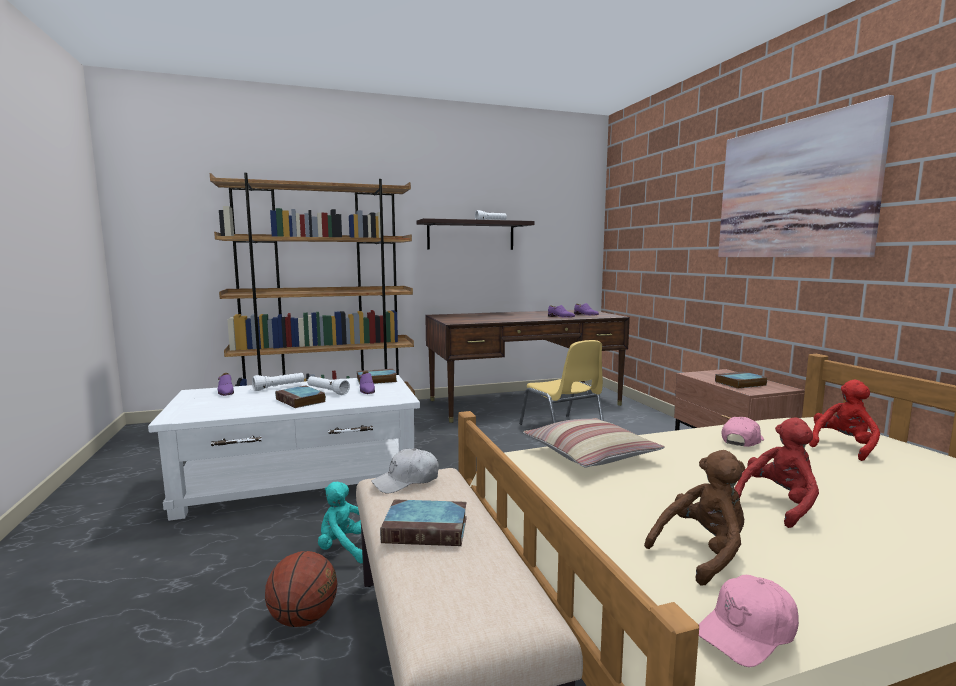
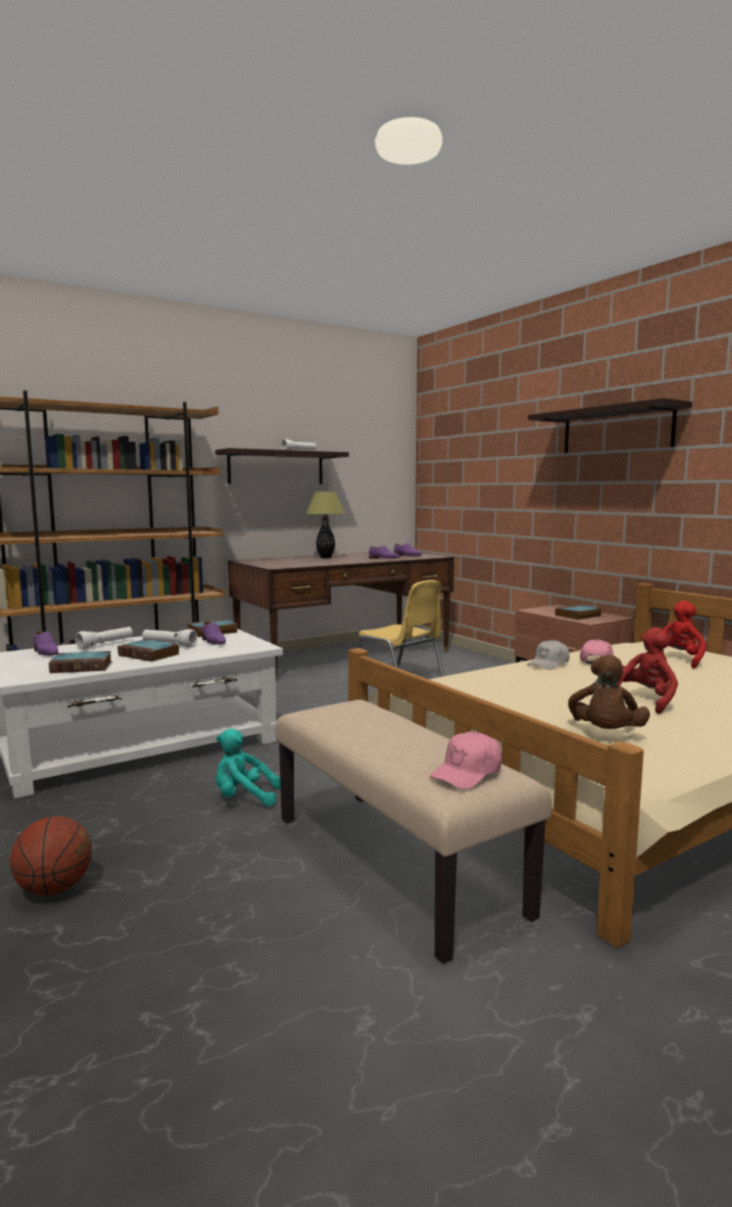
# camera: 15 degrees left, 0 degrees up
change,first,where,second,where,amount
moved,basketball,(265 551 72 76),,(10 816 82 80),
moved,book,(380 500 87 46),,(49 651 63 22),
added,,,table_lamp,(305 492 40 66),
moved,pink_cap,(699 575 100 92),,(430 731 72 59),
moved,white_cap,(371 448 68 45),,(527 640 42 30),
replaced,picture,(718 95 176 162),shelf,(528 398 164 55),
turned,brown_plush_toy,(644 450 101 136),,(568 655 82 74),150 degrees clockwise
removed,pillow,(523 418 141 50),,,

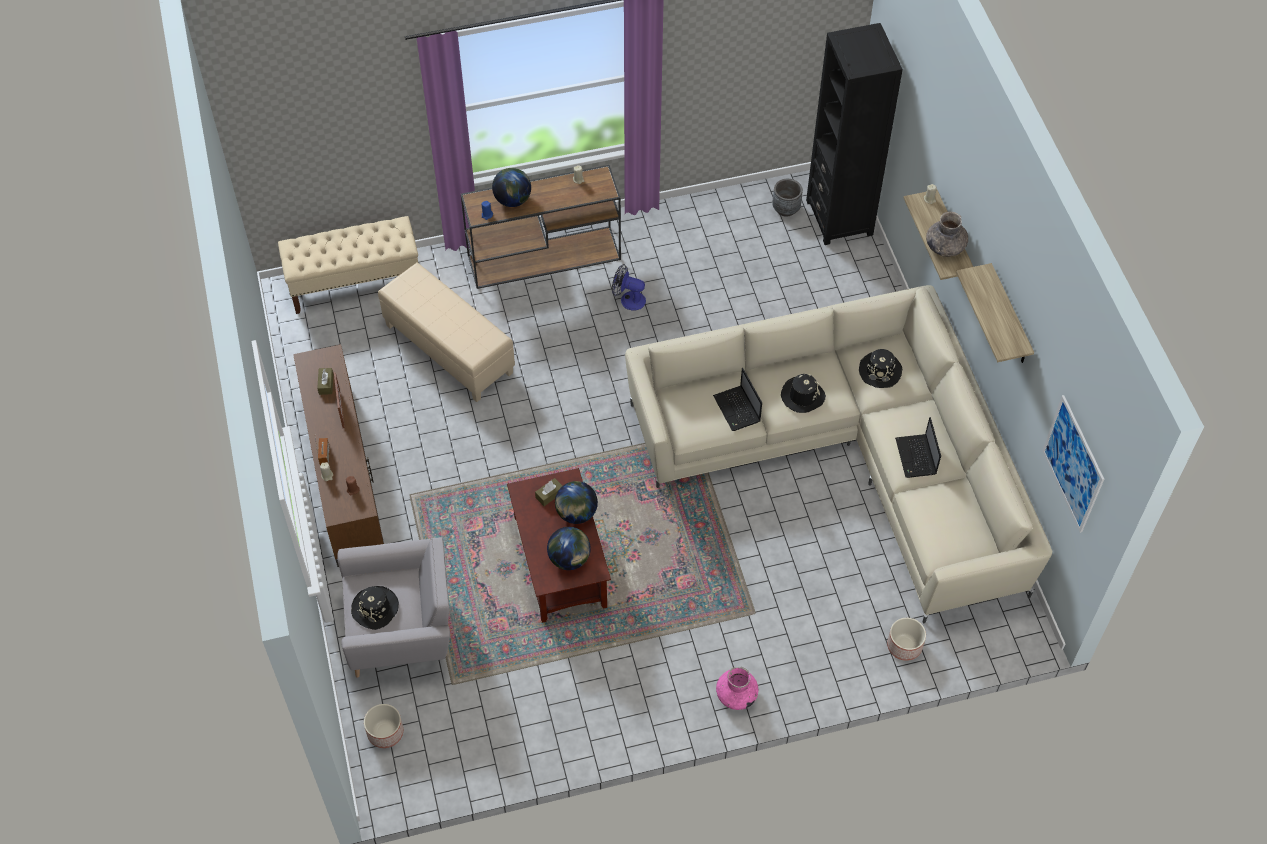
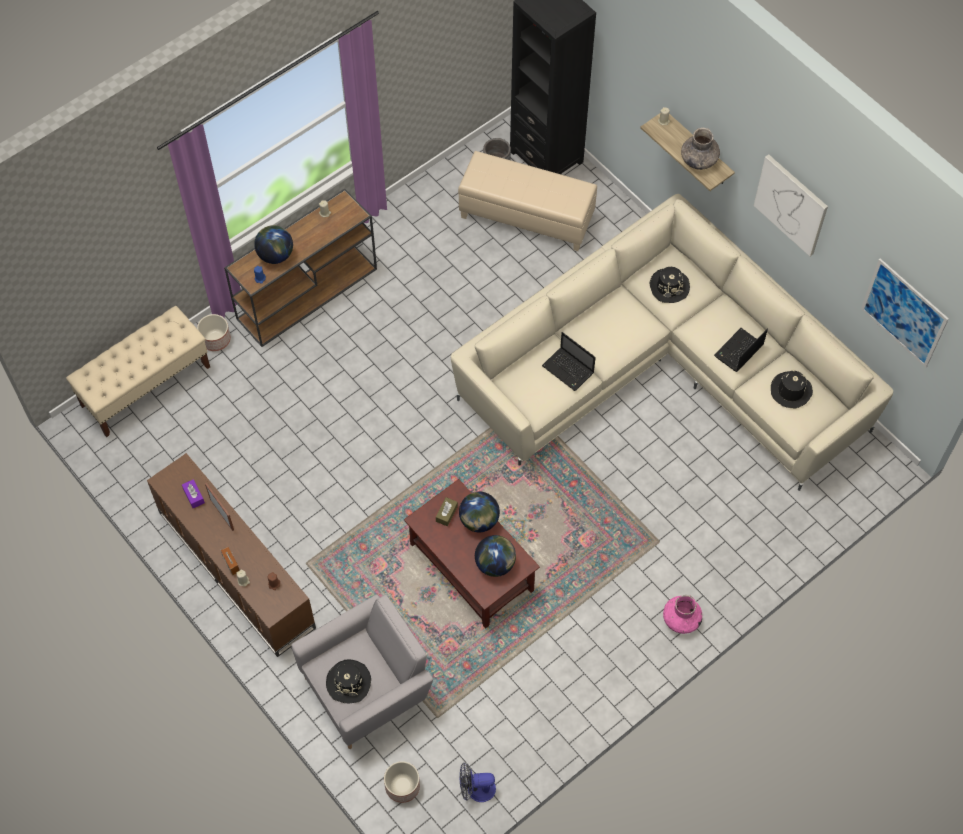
# camera: 25 degrees left, 5 degrees up
change,first,where,second,where,amount
recoloured,brown_tissue_box,(317 368 16 27),purple_tissue_box,(182 479 23 29),
moved,planter,(887 618 39 43),,(197 314 34 37),
moved,beige_ottoman,(378 262 137 140),,(458 151 139 100),
moved,fan,(612 264 34 46),,(459 763 37 39),
turned,laptop,(895 417 46 61),,(714 328 54 44),75 degrees clockwise
replaced,shelf,(956 263 78 100),picture,(753 154 75 102),
moved,black_hat,(781 374 45 39),,(771 369 42 39),

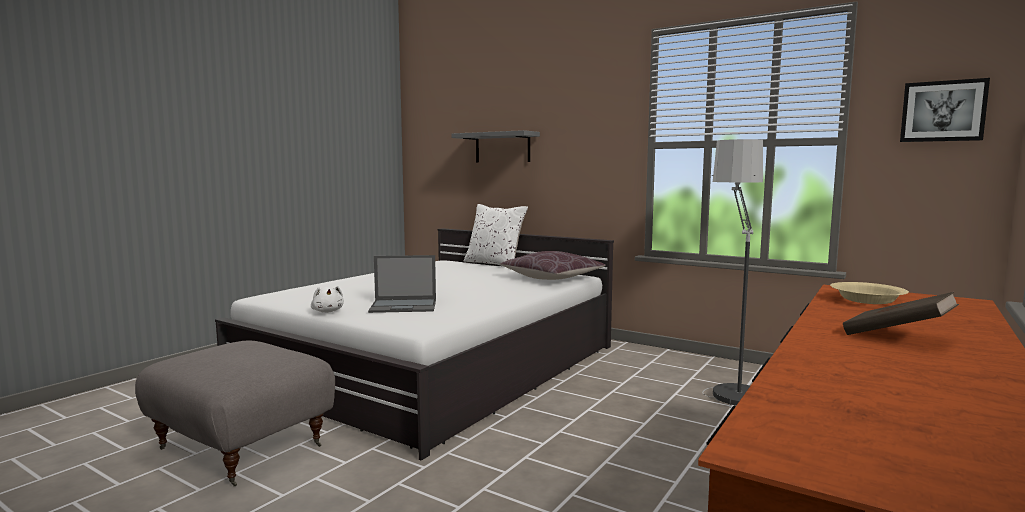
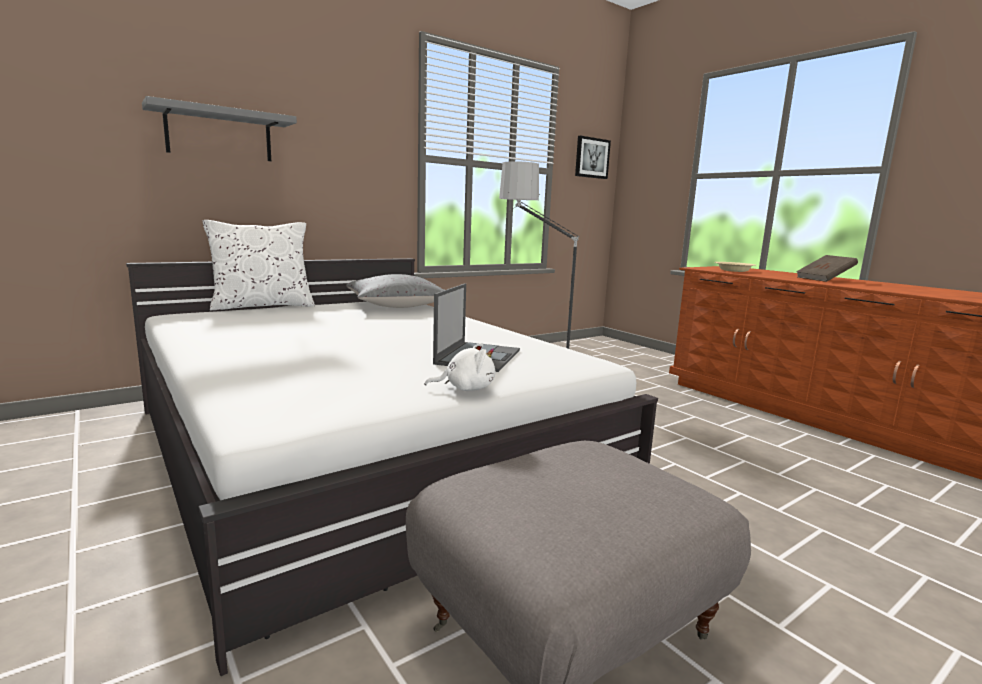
# camera: 70 degrees left, 5 degrees up
change,first,where,second,where,amount
recoloured,brown_pillow,(500 251 105 29),grey_pillow,(346 274 98 34),

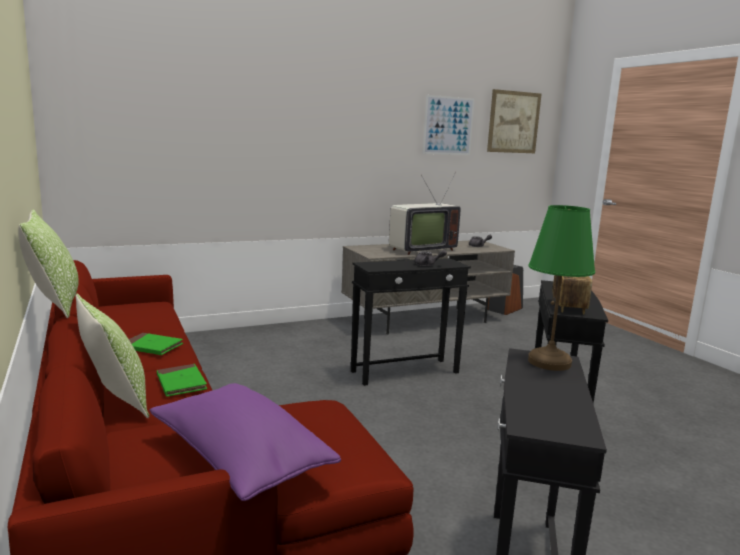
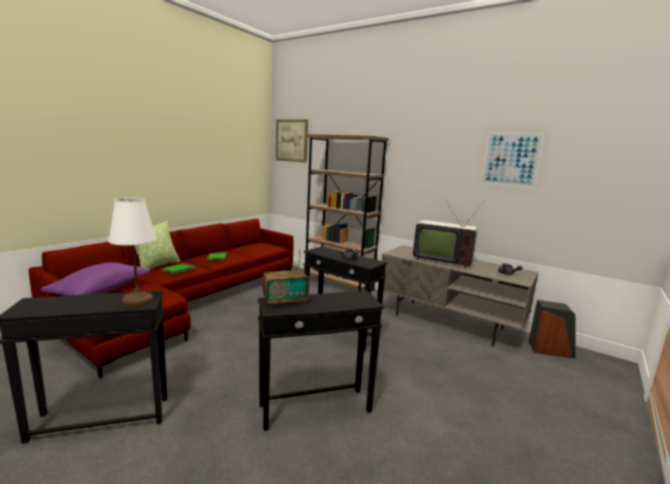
# camera: 60 degrees right, 0 degrees up
change,first,where,second,where,amount
recoloured,green_table_lamp,(528 205 67 166),white_table_lamp,(108 198 48 109),
moved,picture,(487 89 55 64),,(276 119 32 44),
added,,,brown_bookcase,(306 134 83 157),
removed,pillow,(18 209 61 109),,,

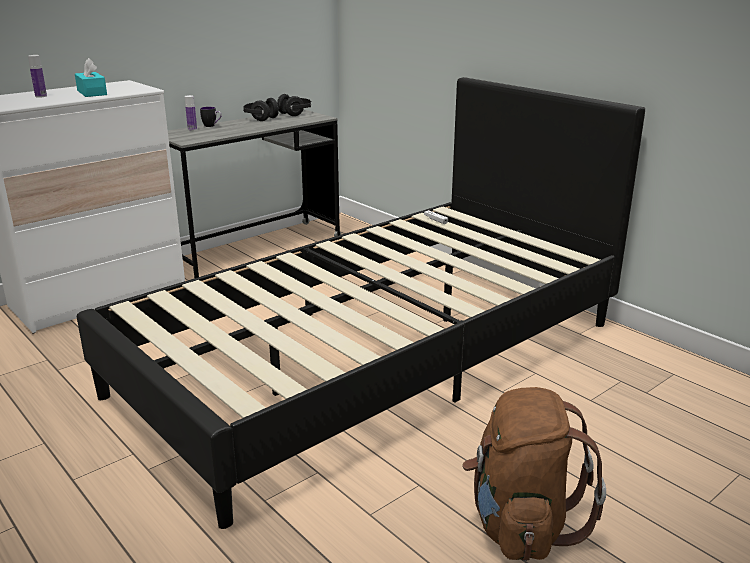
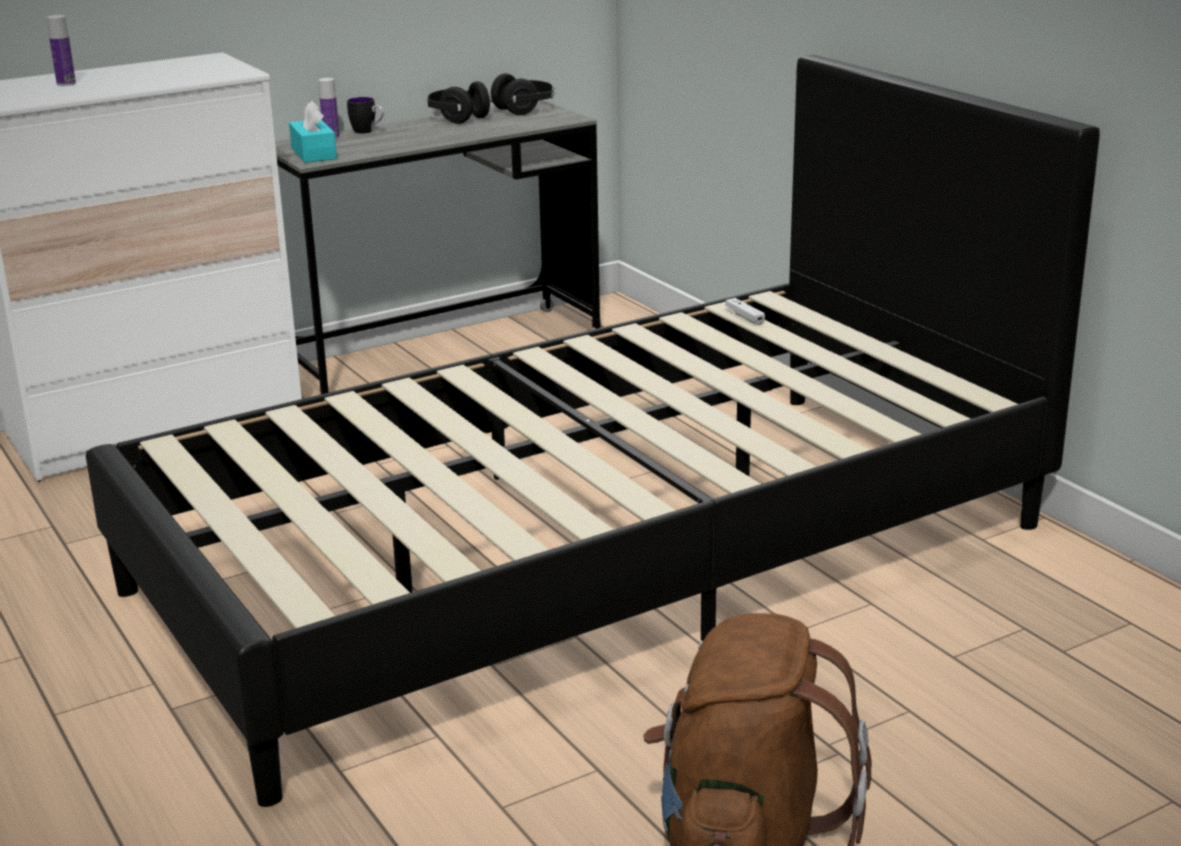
# camera: 10 degrees right, 0 degrees up
change,first,where,second,where,amount
moved,turquoise_tissue_box,(75 58 32 39),,(289 101 48 62),

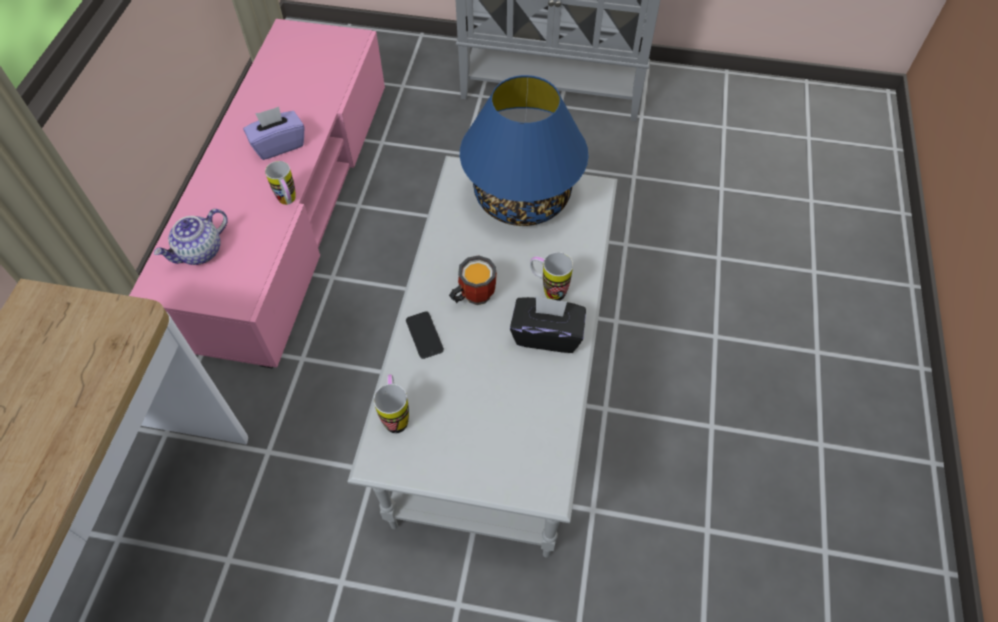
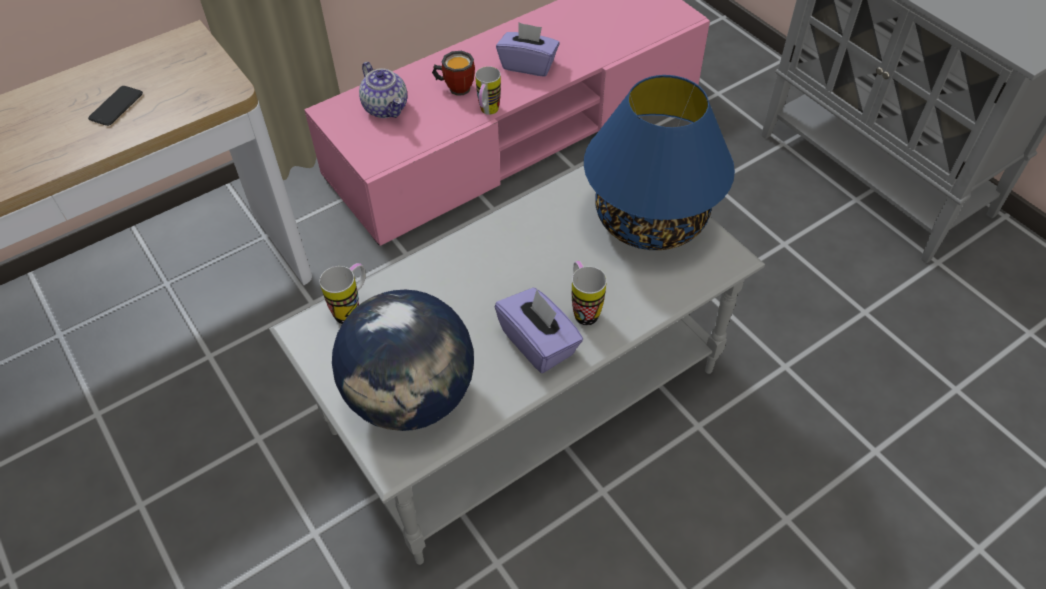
# camera: 45 degrees right, 5 degrees down
change,first,where,second,where,amount
moved,phone,(406 311 38 48),,(88 86 55 40),
added,,,globe,(332 290 142 141),
turned,teapot,(154 209 74 56),,(359 62 48 56),120 degrees counterclockwise
moved,mug,(449 255 48 50),,(432 51 43 45),
recoloured,black_tissue_box,(510 296 76 57),purple_tissue_box,(494 287 89 86),

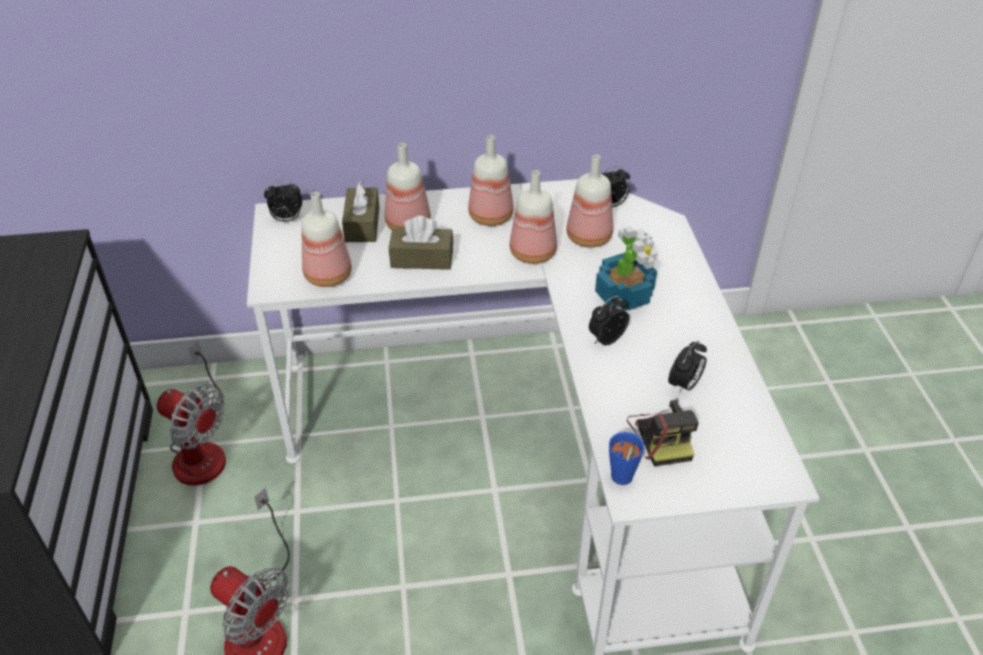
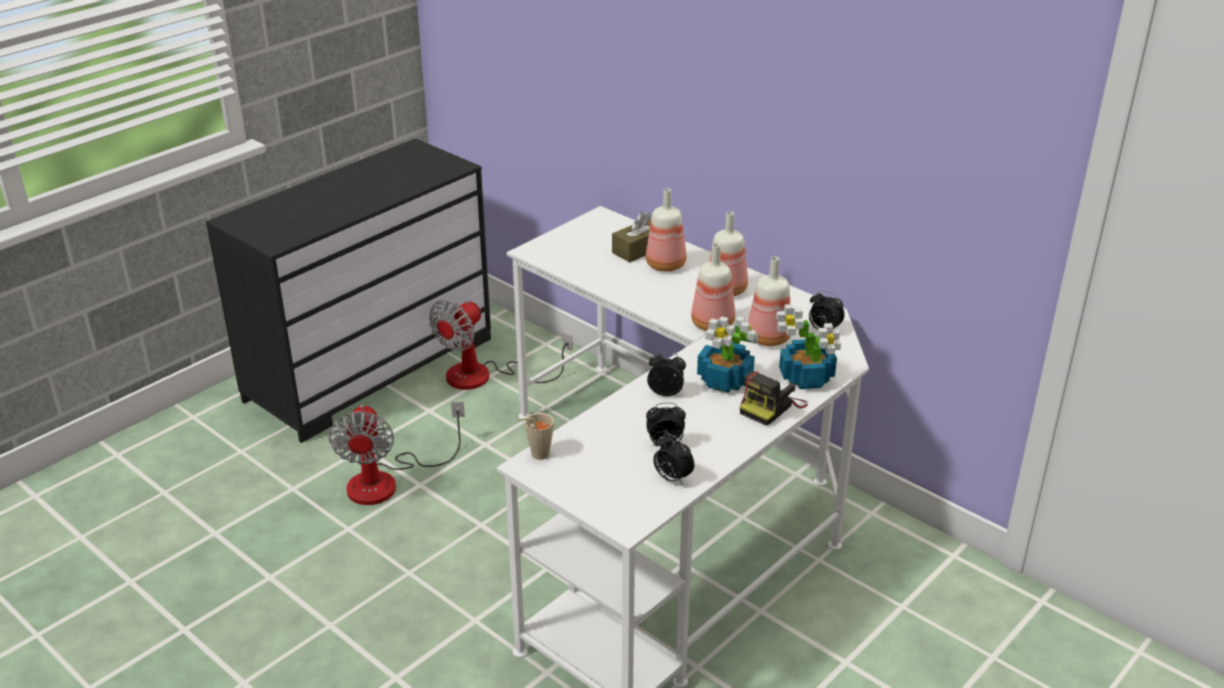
# camera: 50 degrees right, 10 degrees down
change,first,where,second,where,amount
turned,fan,(157 340 69 145),,(429 300 144 90),45 degrees clockwise
recoloured,blue_cup,(609 432 36 53),beige_cup,(517 413 37 47),
moved,alarm_clock,(264 181 38 41),,(653 433 41 52),
moved,photo_camera,(627 400 72 67),,(740 371 68 55),
added,,,potted_plant,(776 304 65 85),
removed,bottle,(301 192 51 95),,,
removed,brown_tissue_box,(389 216 64 54),,,

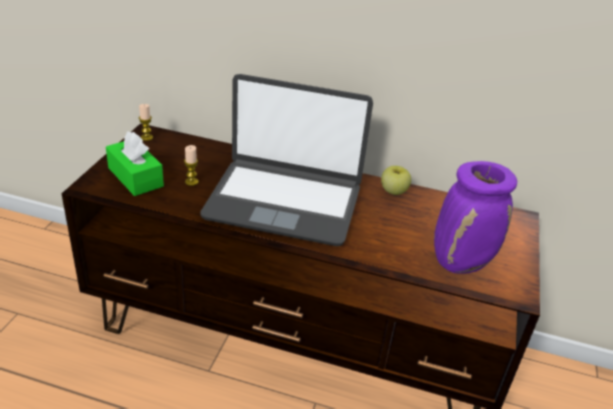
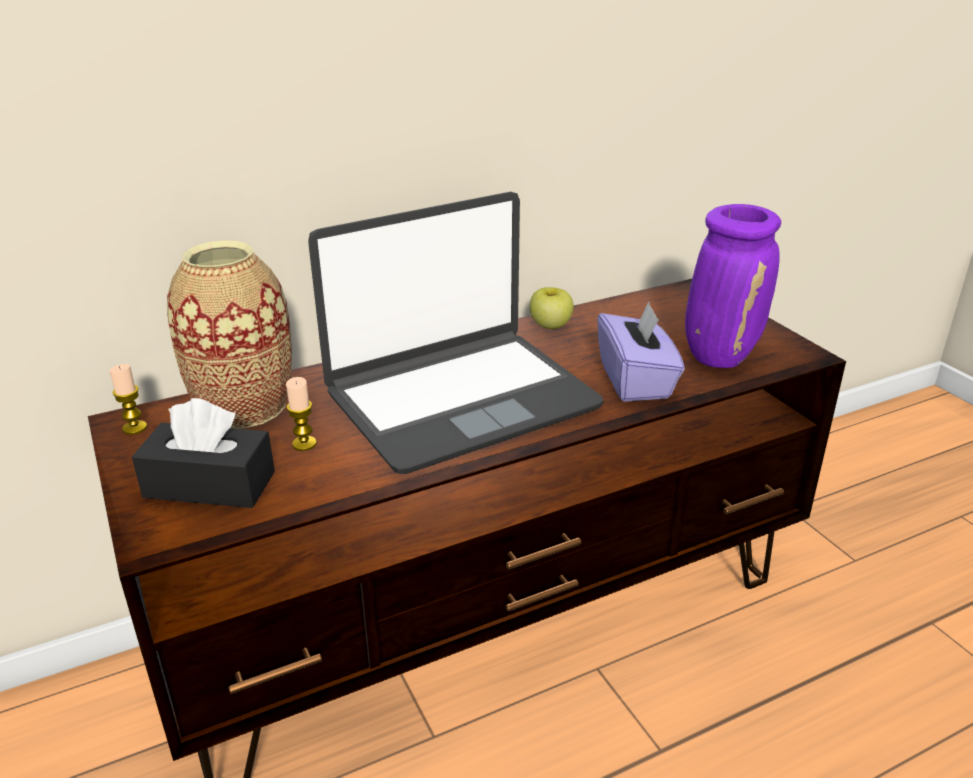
# camera: 40 degrees left, 5 degrees down
change,first,where,second,where,amount
recoloured,green_tissue_box,(106 131 58 65),black_tissue_box,(132 398 143 110),
added,,,vase,(167 240 125 189),
added,,,purple_tissue_box,(597 301 88 101),

